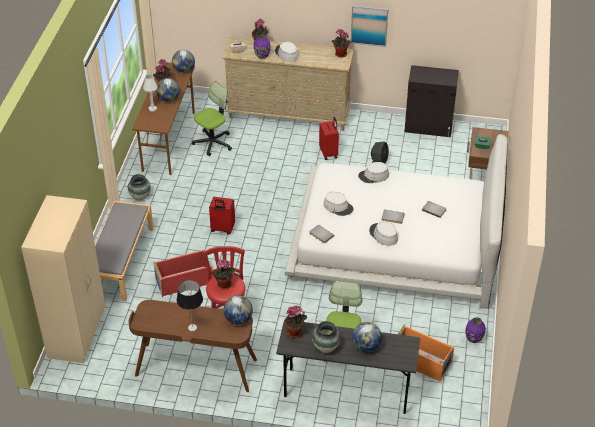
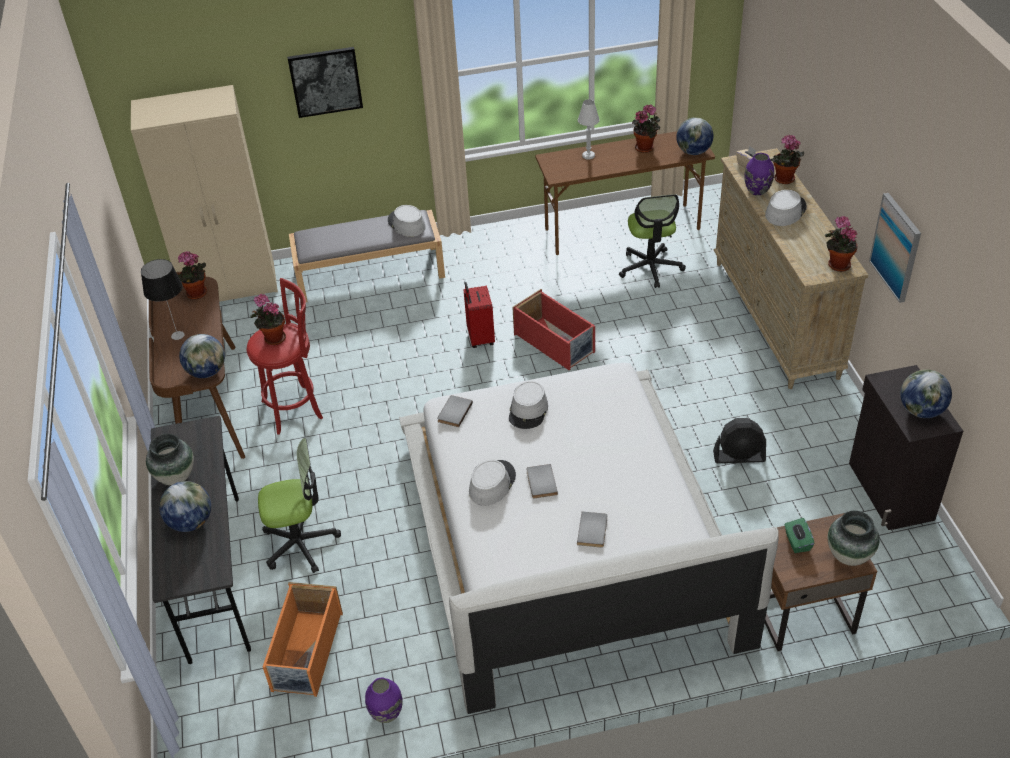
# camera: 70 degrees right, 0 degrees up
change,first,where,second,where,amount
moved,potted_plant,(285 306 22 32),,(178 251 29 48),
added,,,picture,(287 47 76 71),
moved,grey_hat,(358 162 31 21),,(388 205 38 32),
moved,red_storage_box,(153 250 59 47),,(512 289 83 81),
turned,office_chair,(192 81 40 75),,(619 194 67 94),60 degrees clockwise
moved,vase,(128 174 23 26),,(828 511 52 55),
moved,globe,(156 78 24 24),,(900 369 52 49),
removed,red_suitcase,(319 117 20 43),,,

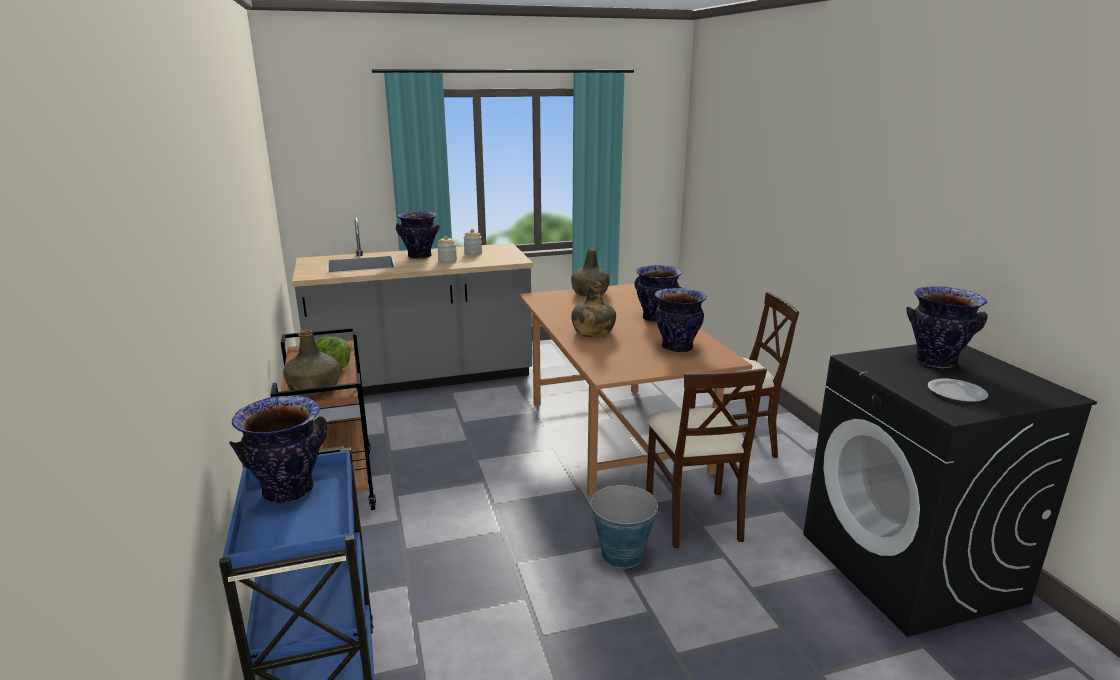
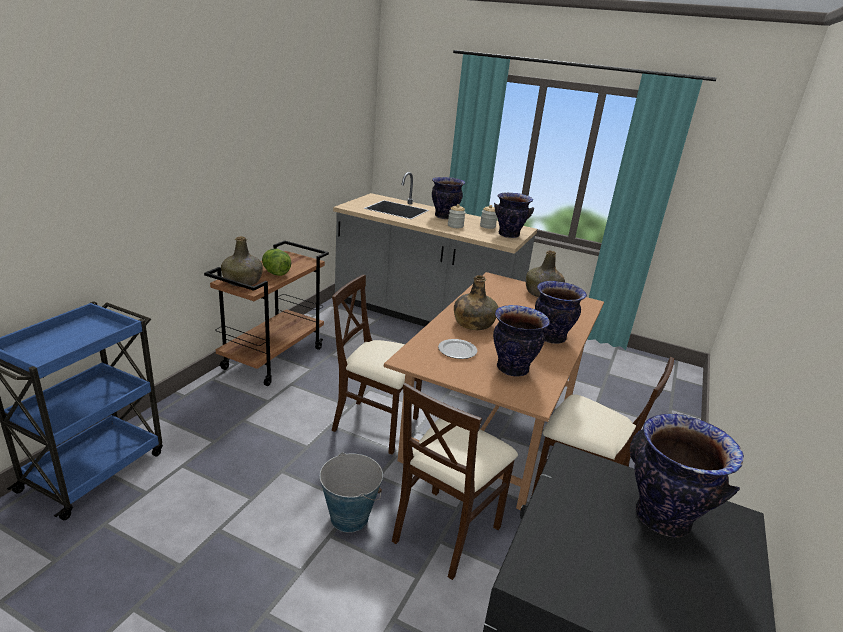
# camera: 40 degrees right, 5 degrees up
change,first,where,second,where,amount
added,,,beige_chair,(332 275 90 180),
moved,plate,(928 379 60 23),,(438 339 39 20),
moved,vase,(229 395 98 108),,(494 193 40 45),

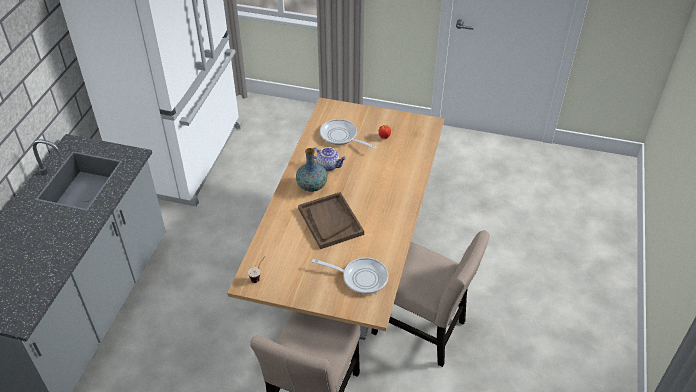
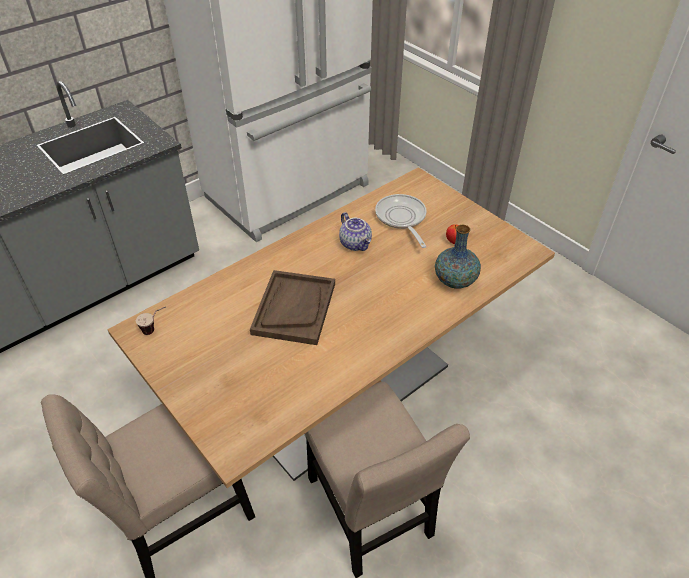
# camera: 35 degrees right, 0 degrees up
change,first,where,second,where,amount
moved,vase,(296 148 31 44),,(435 225 46 64),
removed,frying_pan,(312 258 76 36),,,

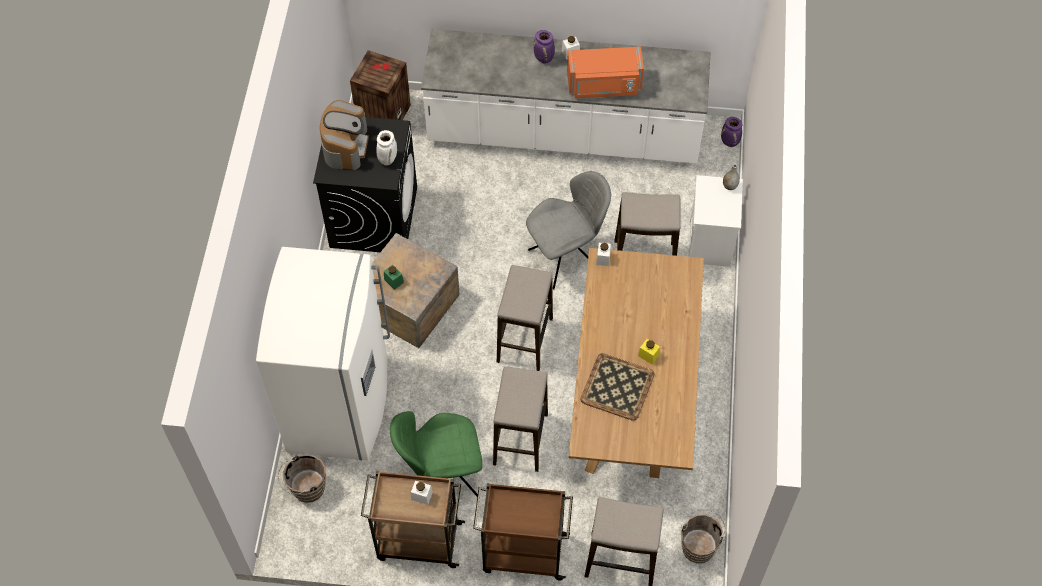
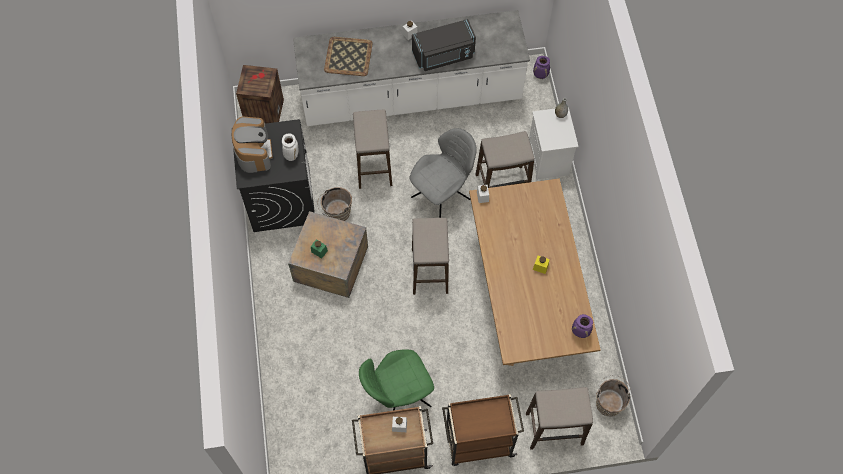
# camera: 15 degrees left, 5 degrees up
change,first,where,second,where,amount
moved,brown_bucket,(278 455 48 48),,(317 187 35 34),
moved,tray,(580 353 74 68),,(324 37 49 39),
moved,stool,(493 366 55 106),,(353 110 39 79),
recoloured,orange_microwave,(567 46 77 52),black_microwave,(412 19 64 52),
moved,purple_vase,(534 30 21 34),,(572 314 21 24),
removed,white_fridge,(256 247 134 213),,,

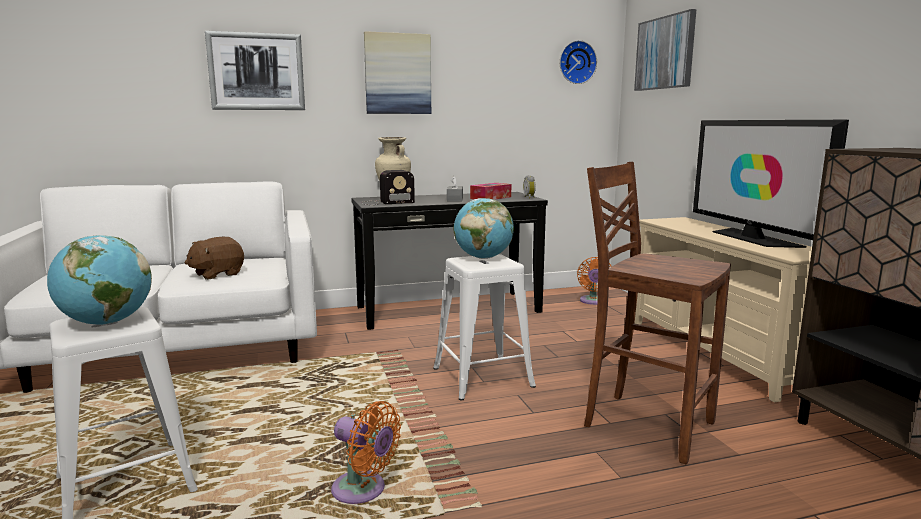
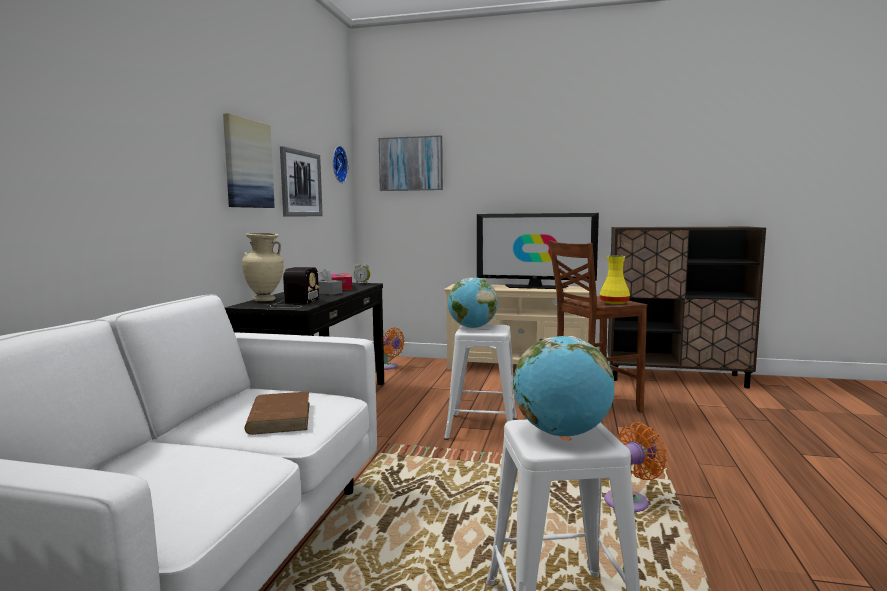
# camera: 60 degrees left, 5 degrees down
change,first,where,second,where,amount
replaced,brown_plush_toy,(185 237 59 43),brown_book,(244 391 66 44),
moved,picture,(205 31 100 79),,(280 146 43 70),
added,,,yellow_vase,(600 256 30 49),

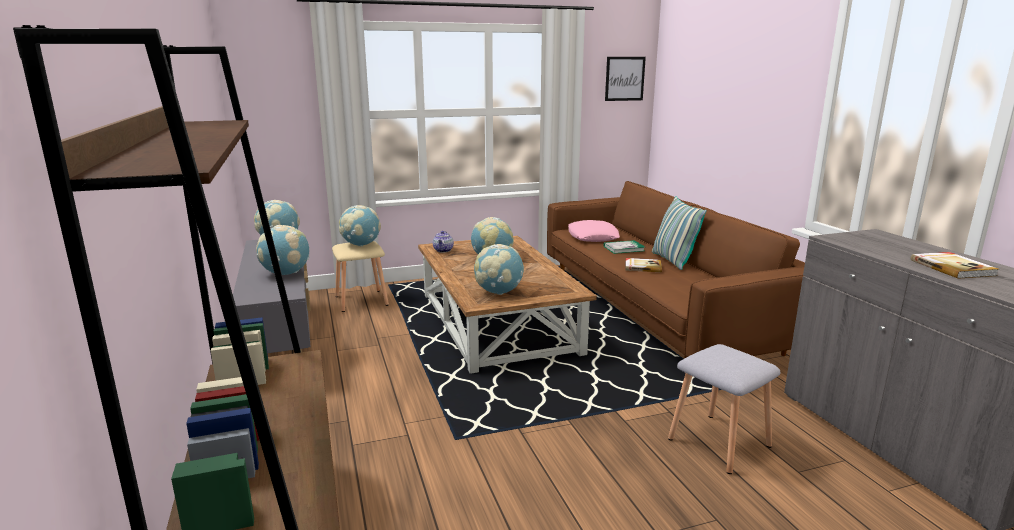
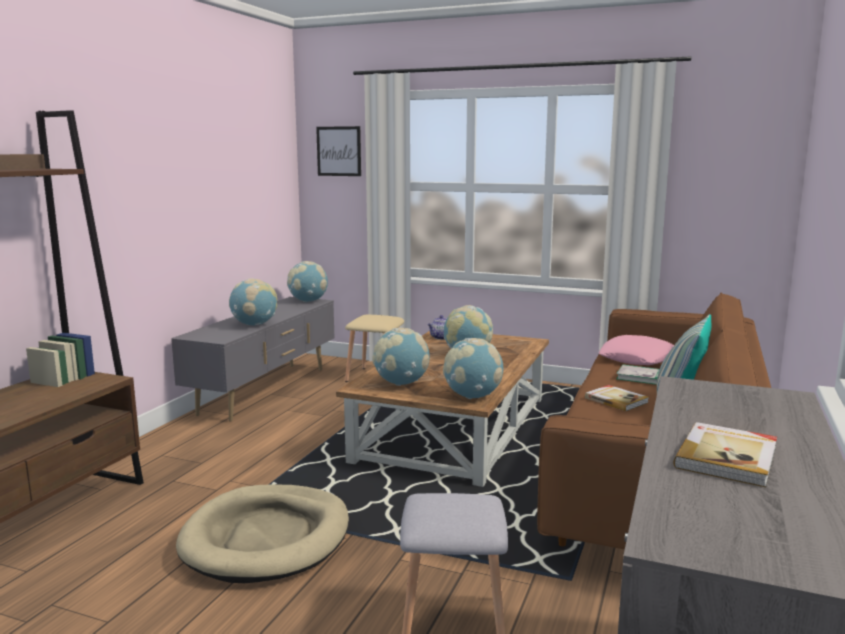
# camera: 40 degrees right, 5 degrees down
change,first,where,second,where,amount
added,,,beige_dog_bed,(176 484 173 99),
moved,picture,(605 57 41 44),,(316 126 45 50),
moved,globe,(339 205 42 41),,(443 338 60 61),

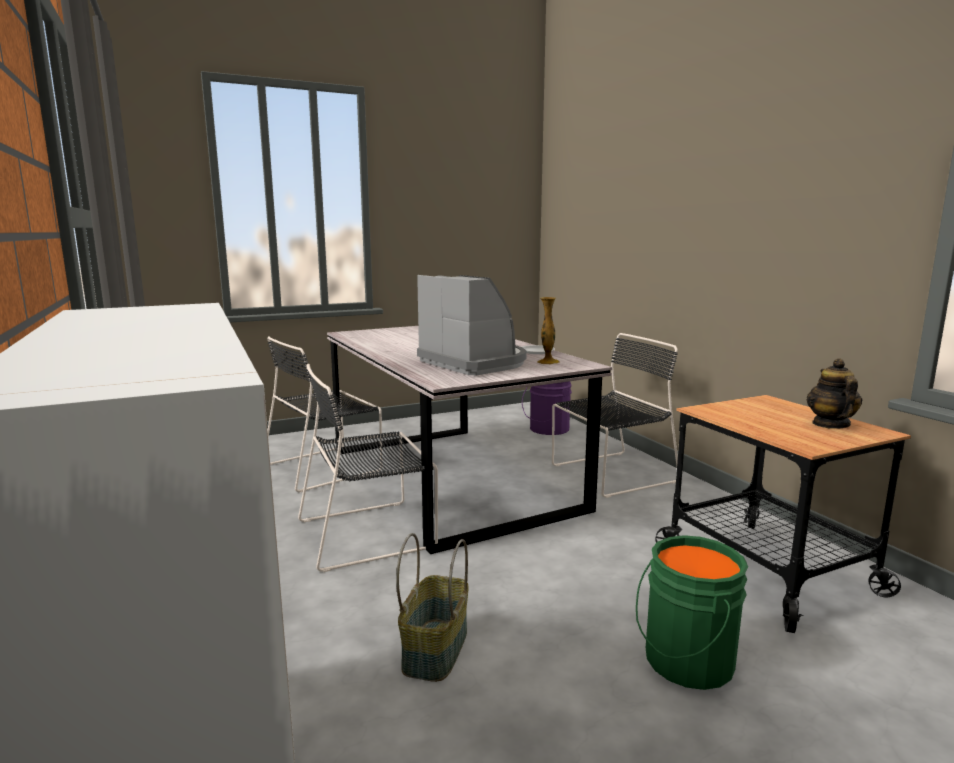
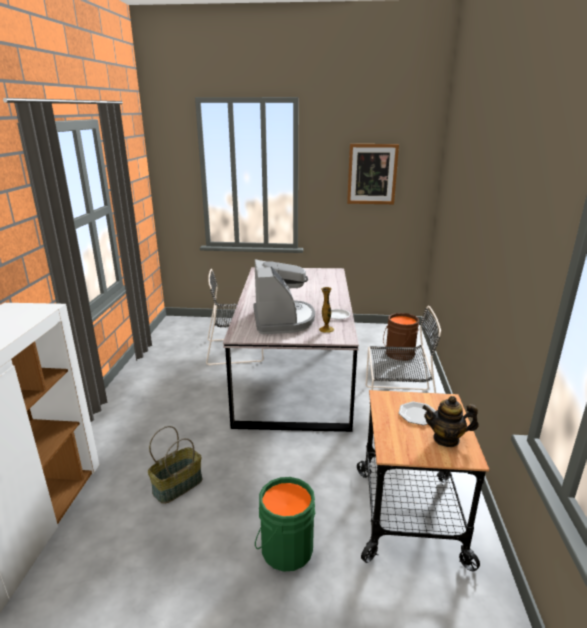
# camera: 30 degrees right, 10 degrees up
change,first,where,second,where,amount
added,,,picture,(347 144 52 60),
recoloured,purple_bucket,(522 381 50 54),brown_bucket,(383 313 36 48),
added,,,plate,(399 401 37 24),
turned,teapot,(806 358 56 71),,(422 396 56 51),120 degrees counterclockwise
removed,black_chair,(298 364 140 208),,,

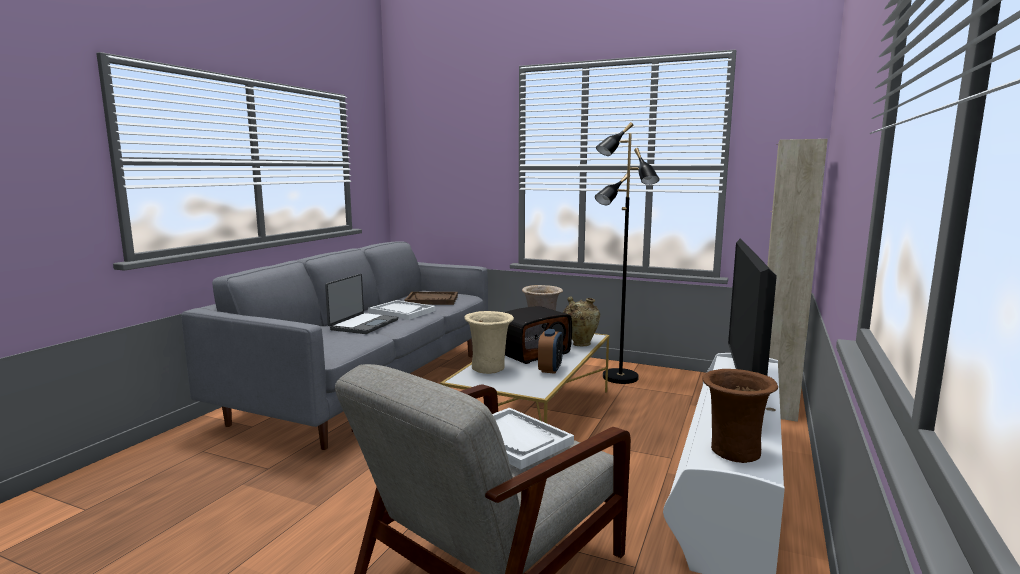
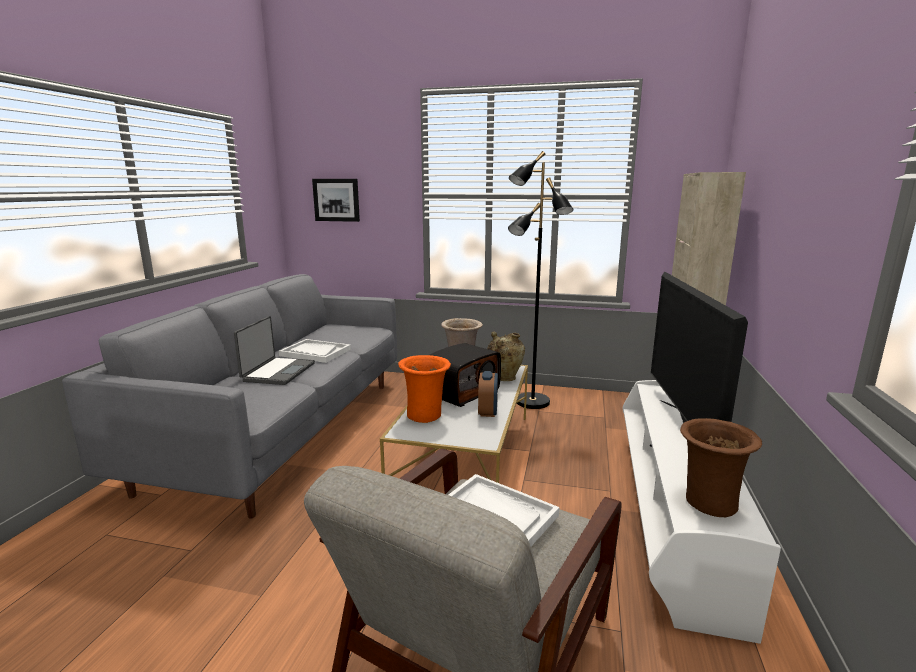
# camera: 10 degrees left, 5 degrees up
change,first,where,second,where,amount
added,,,picture,(312 179 48 43),
recoloured,beige_vase,(465 311 49 63),orange_vase,(398 355 53 68),
removed,brown_tray,(405 292 53 13),,,

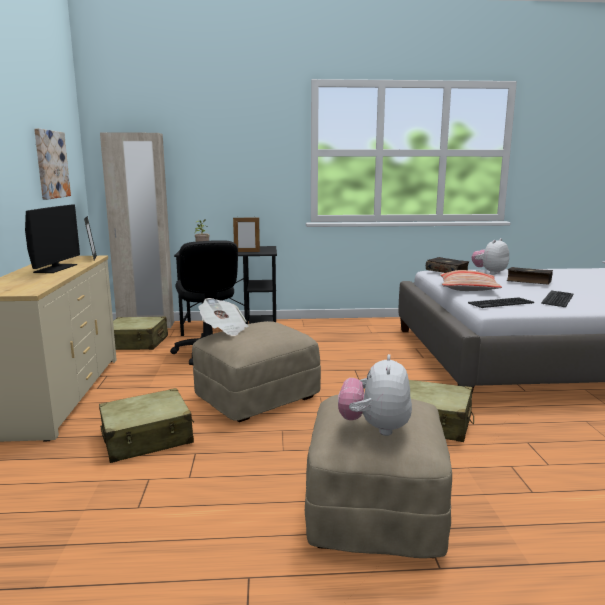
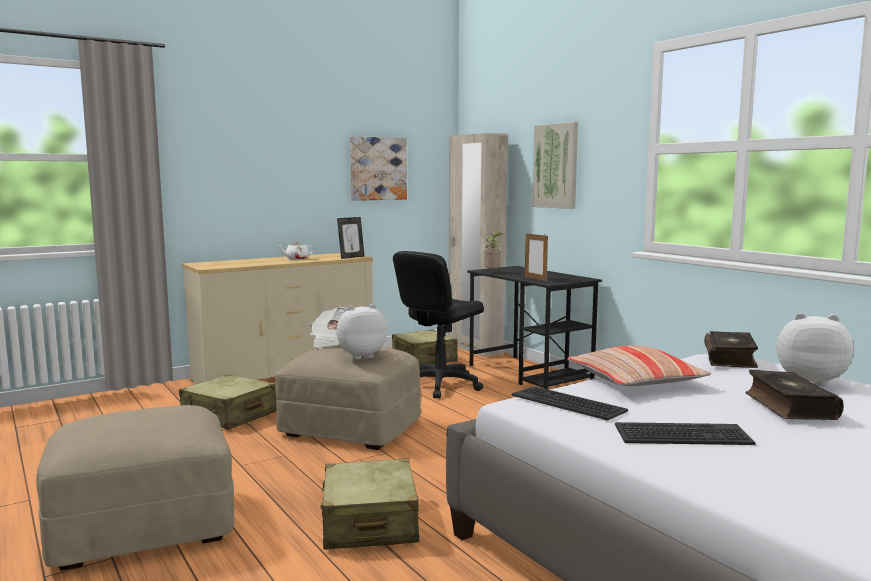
# camera: 60 degrees right, 5 degrees down
change,first,where,second,where,amount
replaced,monitor,(25 205 55 68),white_teapot,(278 241 37 19),
moved,plush_toy,(338 354 74 82),,(337 304 51 56),
added,,,picture,(532 122 46 87),

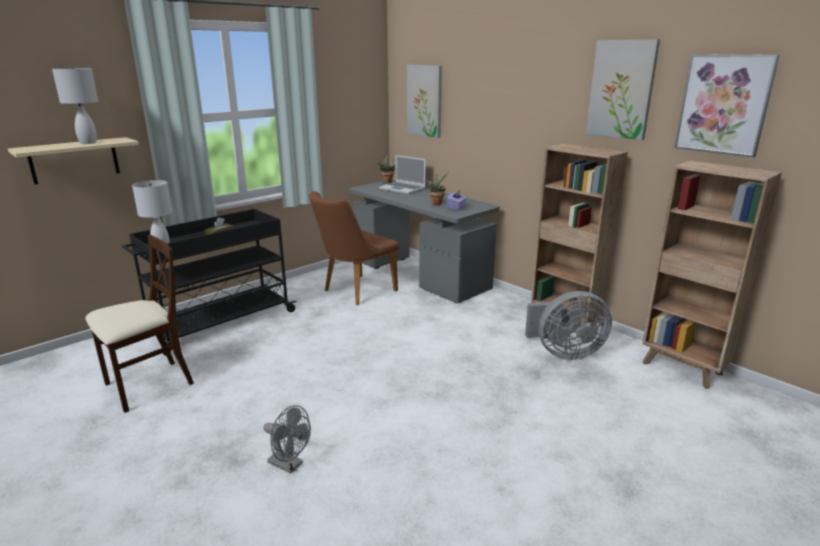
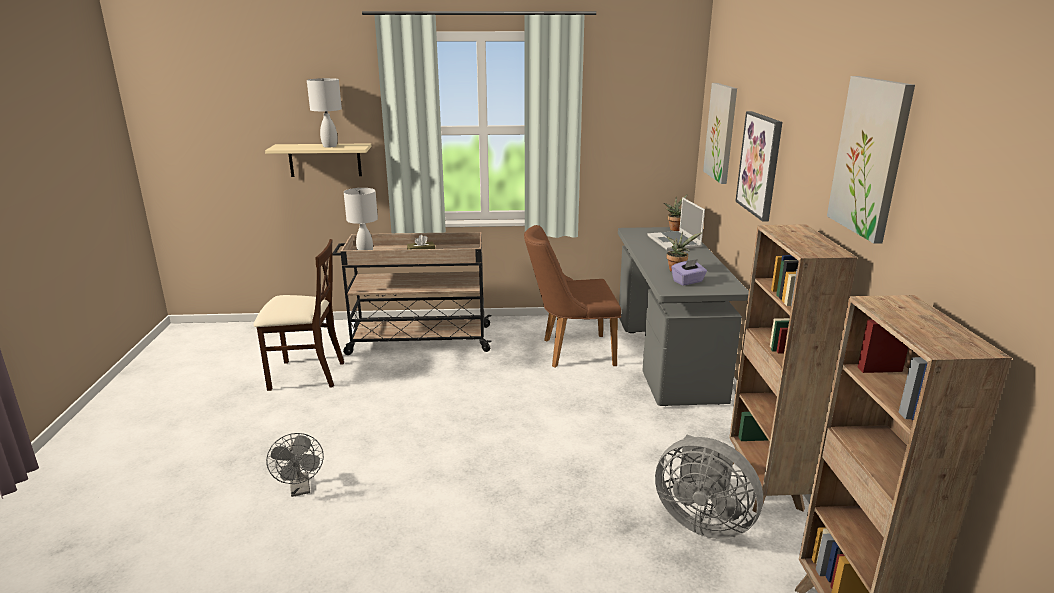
# camera: 40 degrees right, 0 degrees up
change,first,where,second,where,amount
recoloured,black_cart,(122 209 174 147),beige_cart,(332 232 160 123),
moved,picture,(674 55 106 102),,(735 111 47 111),

